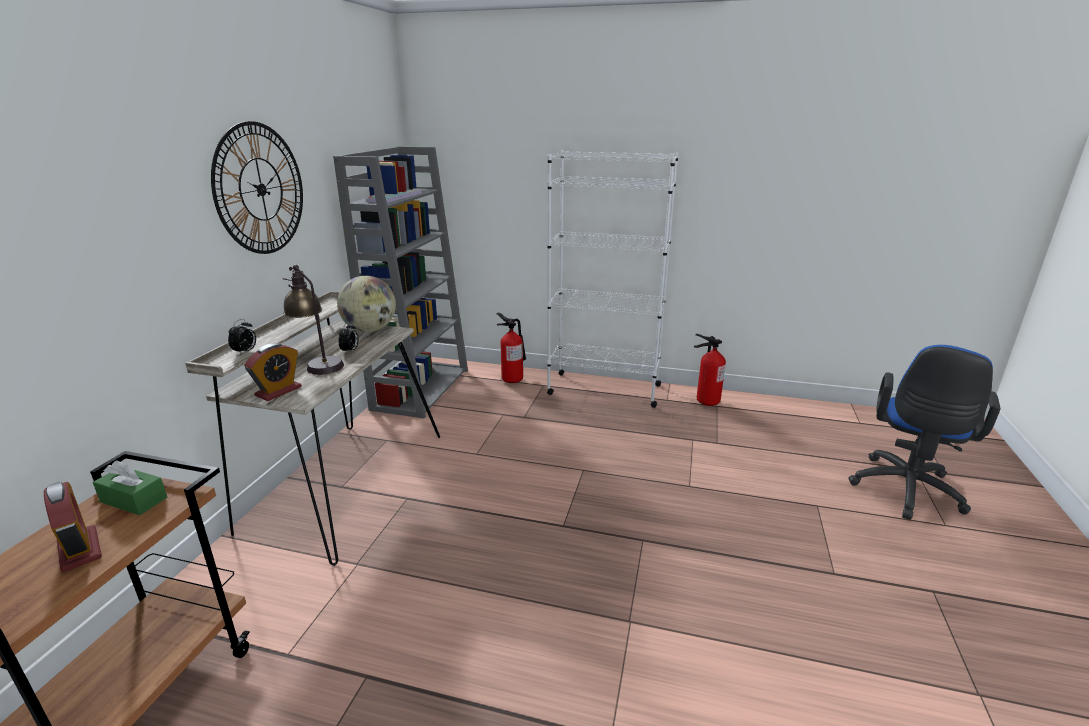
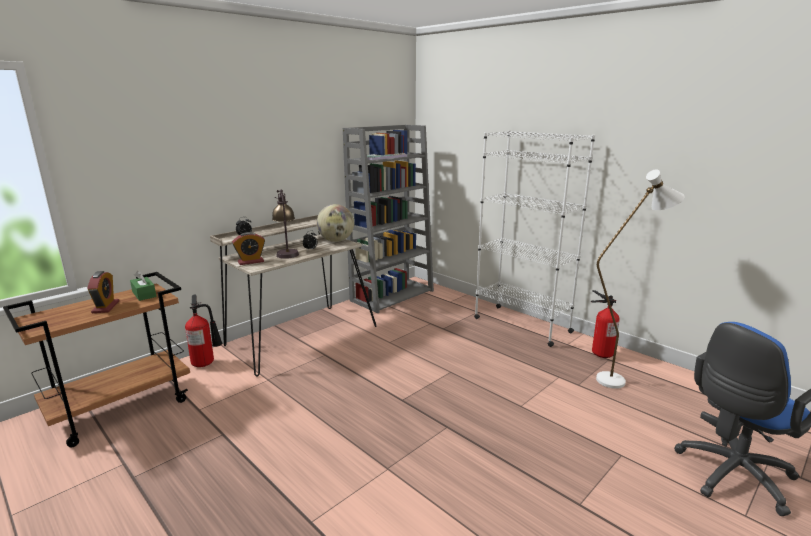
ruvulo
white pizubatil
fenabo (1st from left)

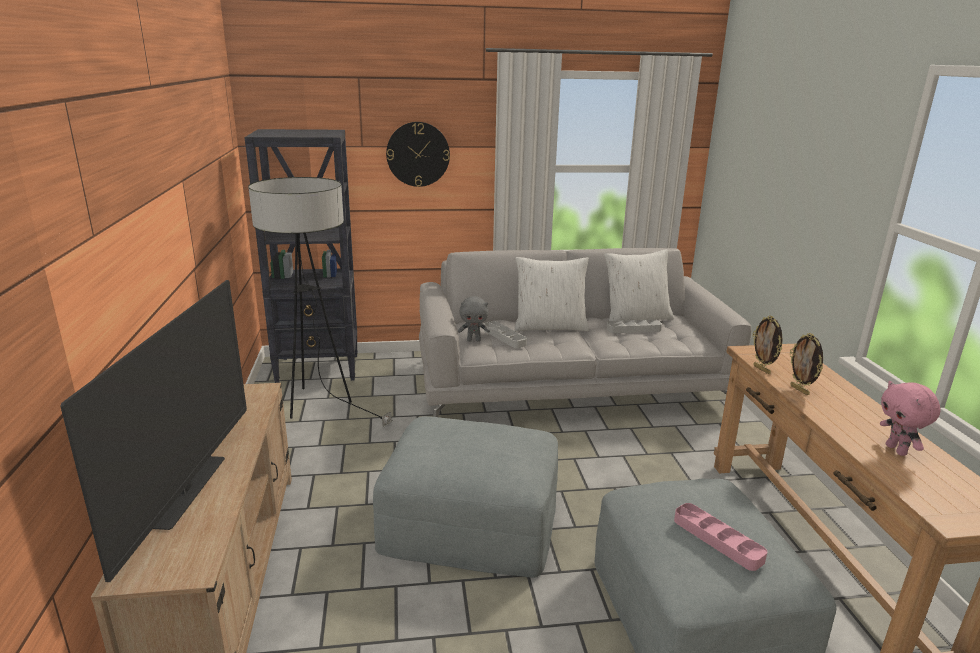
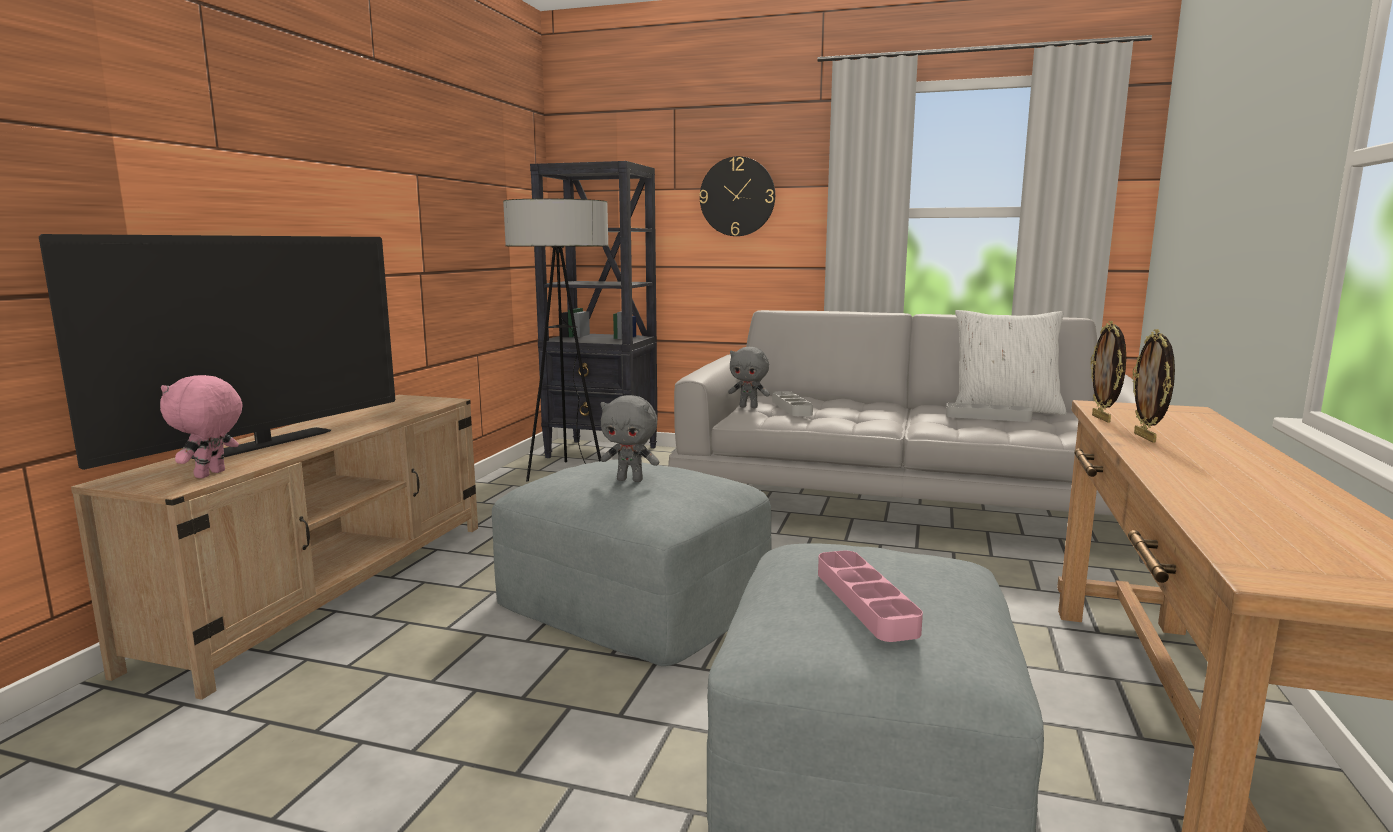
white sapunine (1st from left in the first image)
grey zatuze (1st from left)
pink zatuze

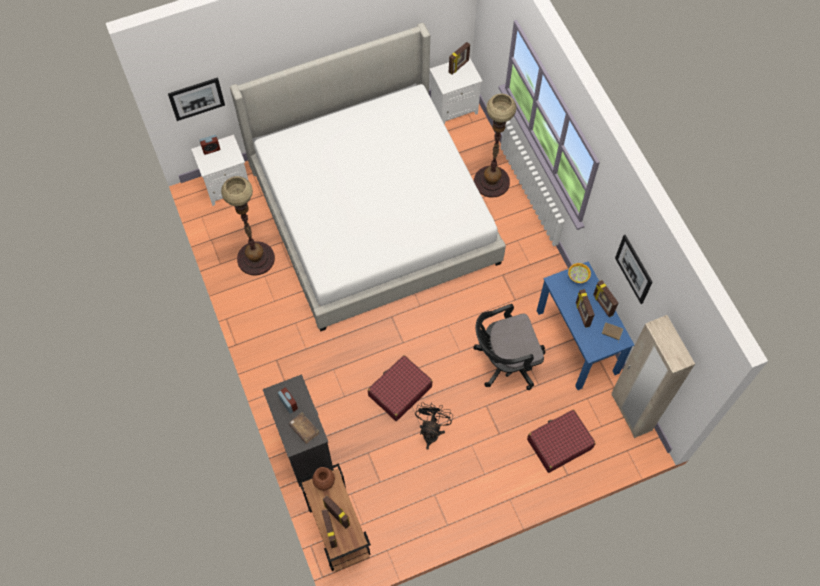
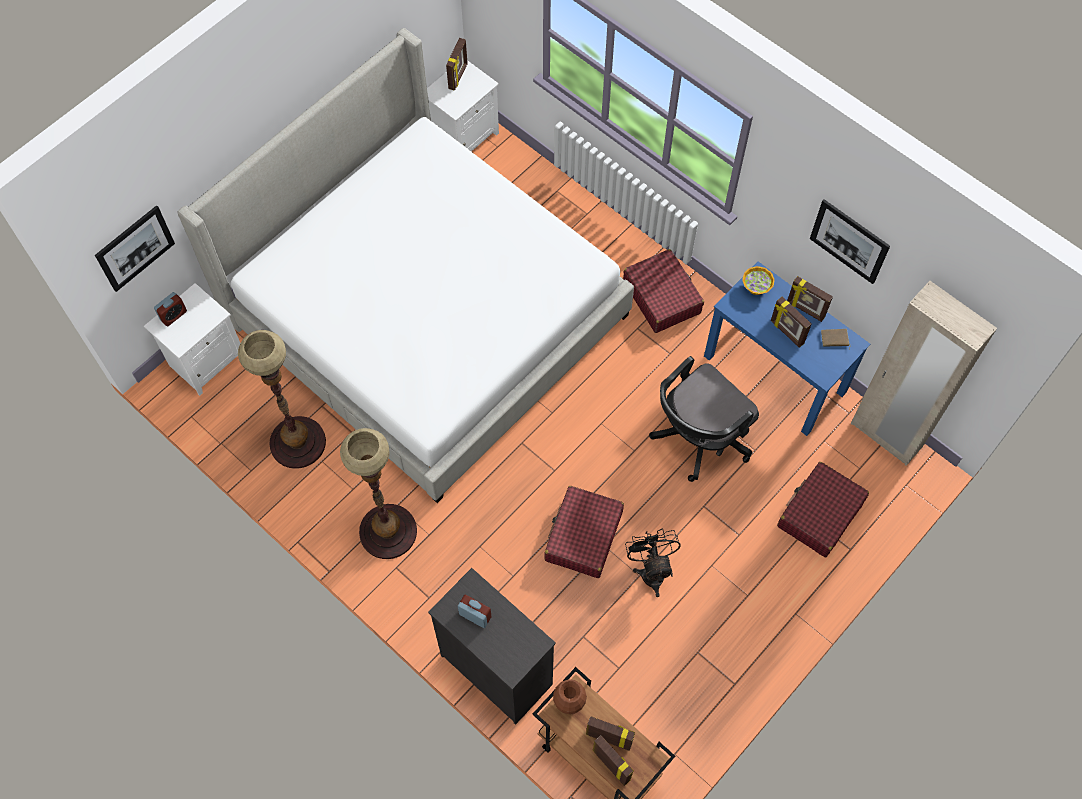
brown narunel (1st from left in the first image)
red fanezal (2nd from left)
pizubatil (2nd from left)

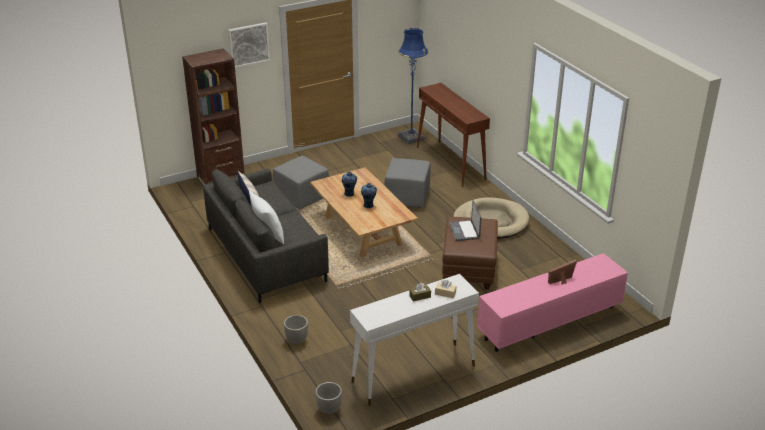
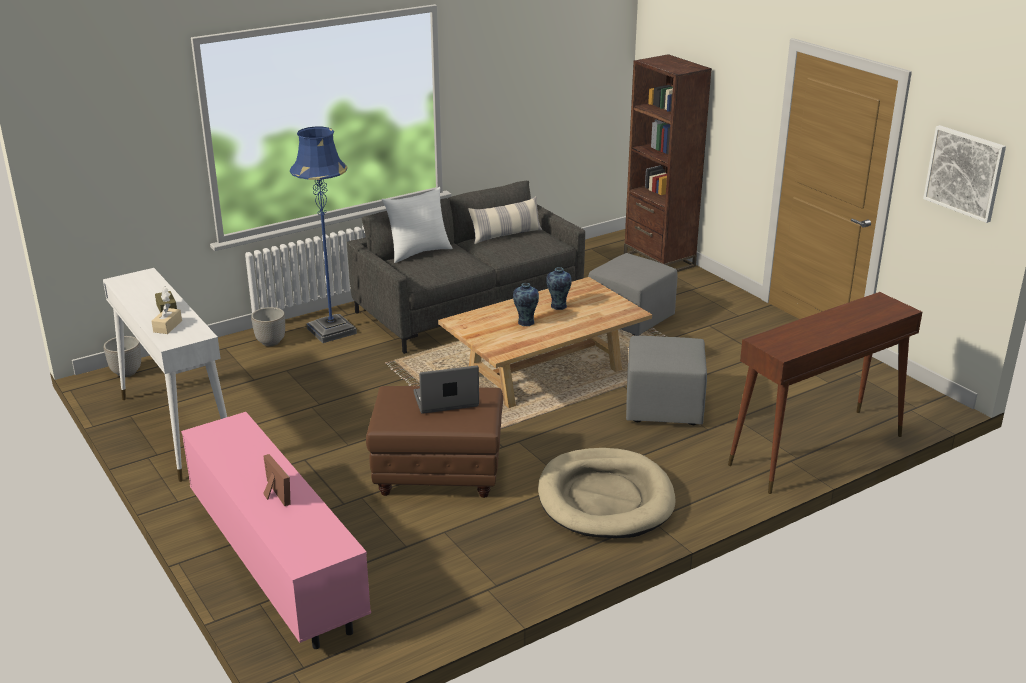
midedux
blue pizubatil

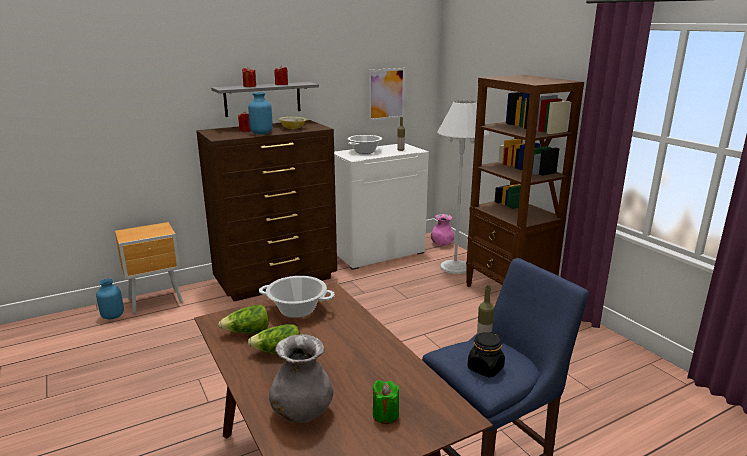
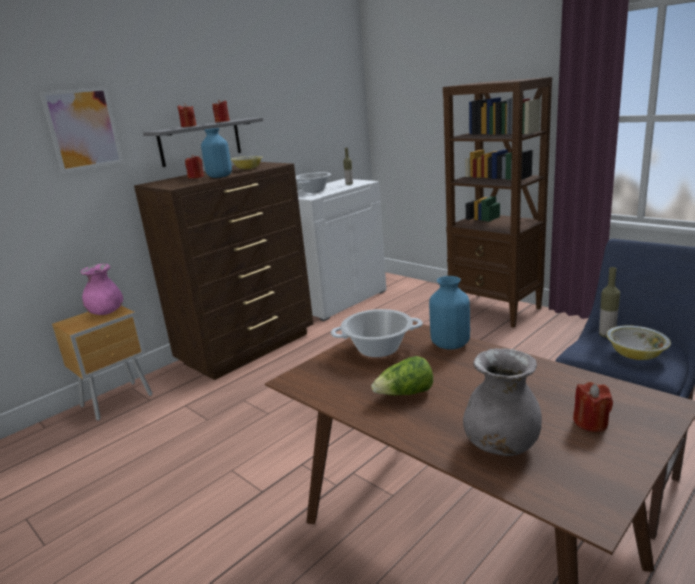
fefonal (1st from left in the first image)
white pizubatil
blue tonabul (2nd from left)
midedux
pink tonabul
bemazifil (2nd from left)
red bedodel (4th from left)

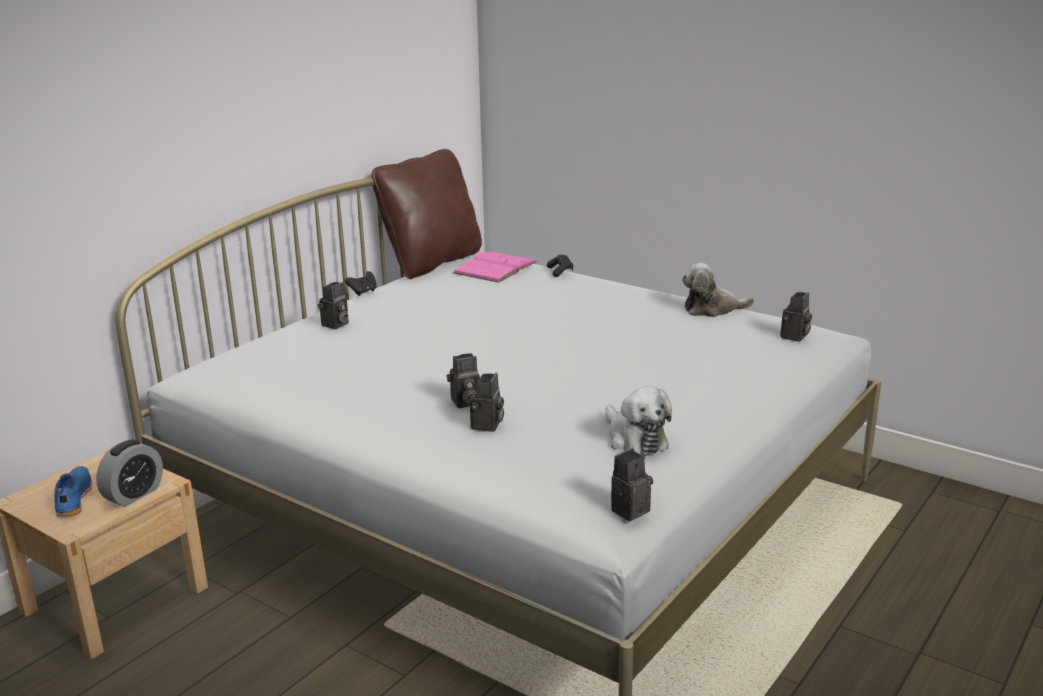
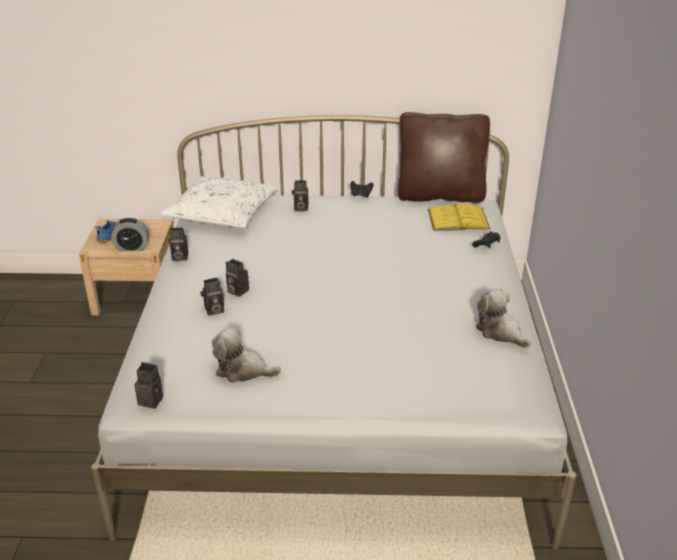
white sapunine
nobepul (2nd from left)
yellow narunel
zatuze (1st from left)

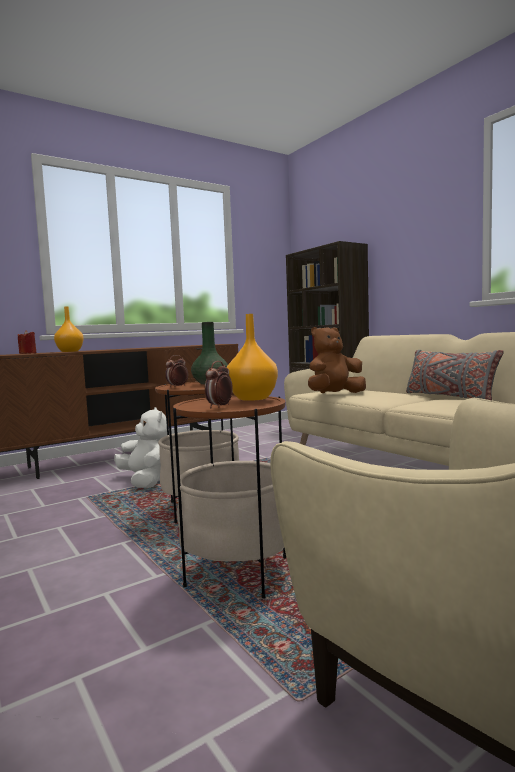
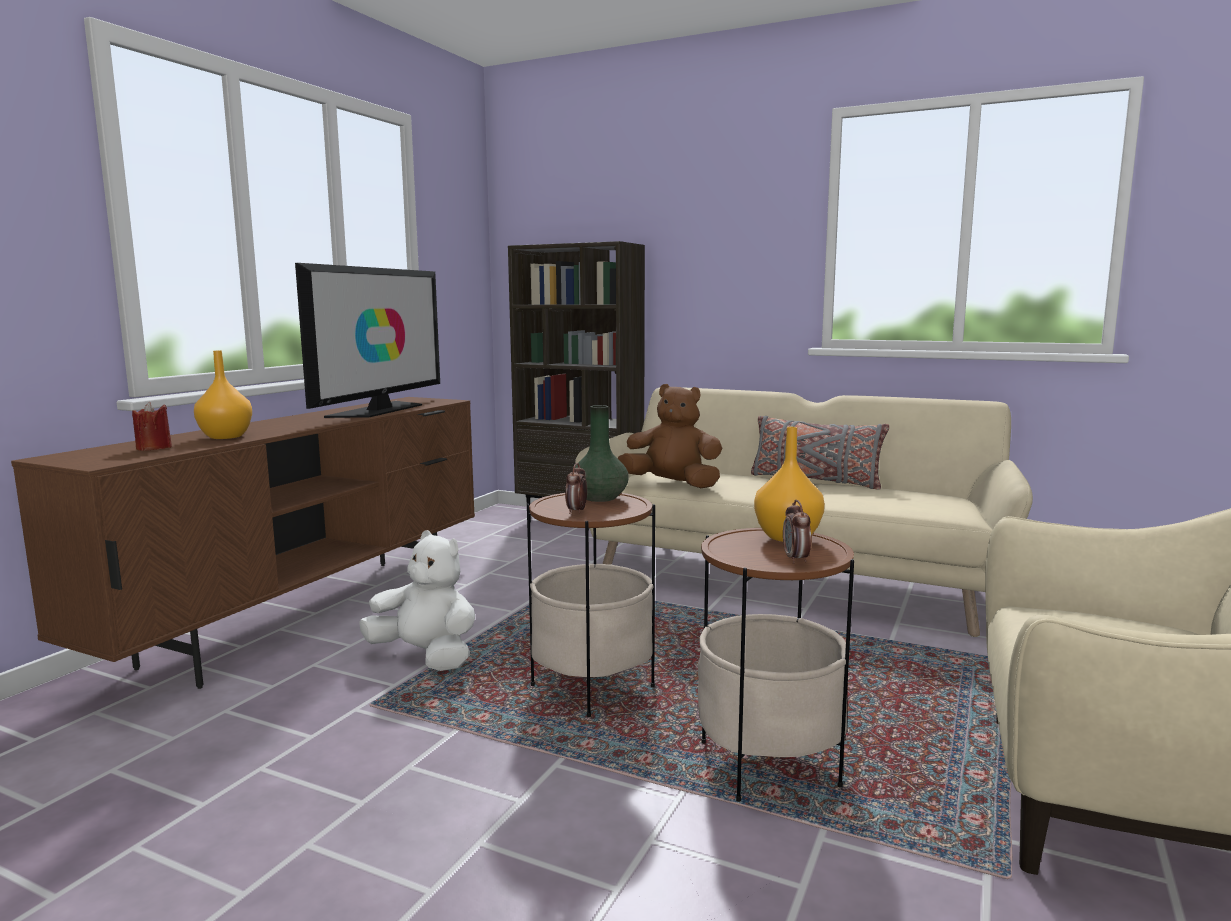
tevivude
brown zatuze

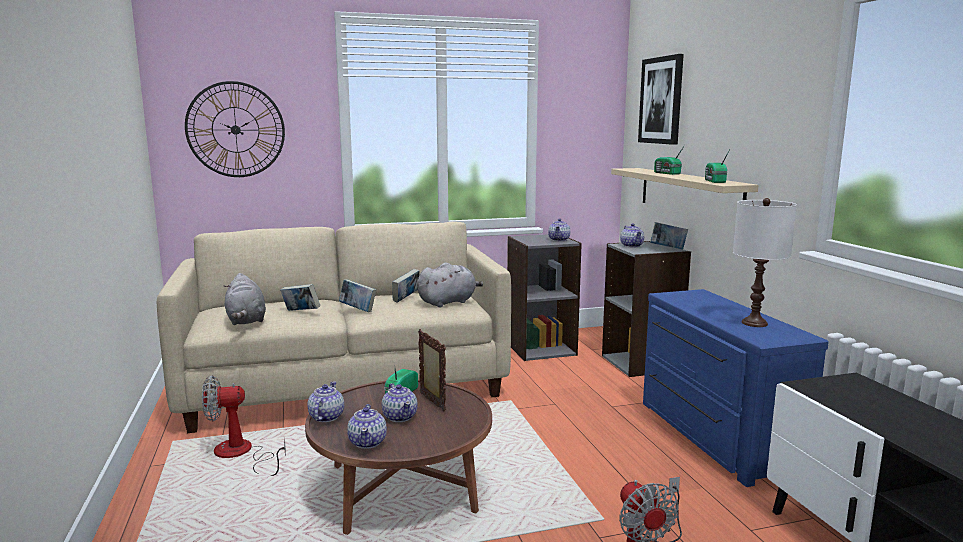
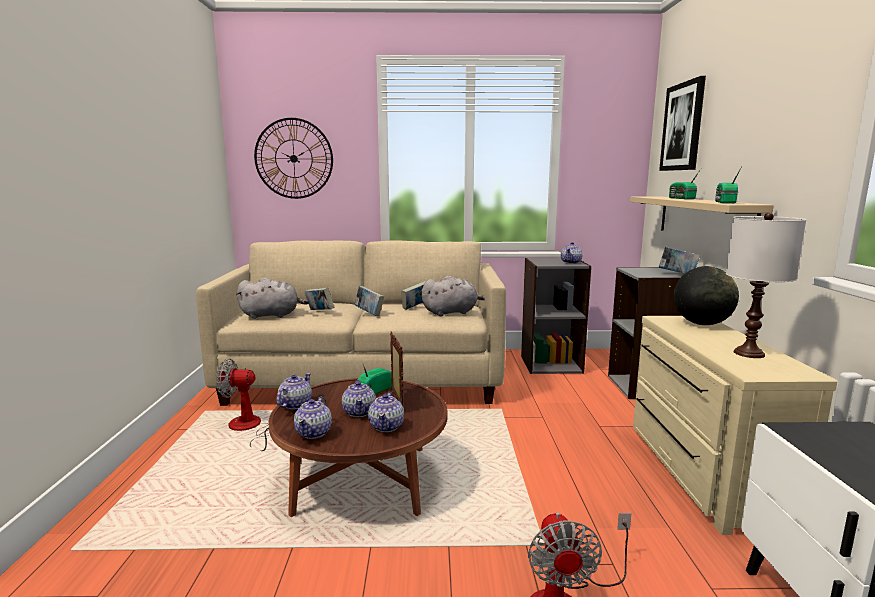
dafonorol
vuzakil (4th from left)
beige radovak
grey zatuze (1st from left)

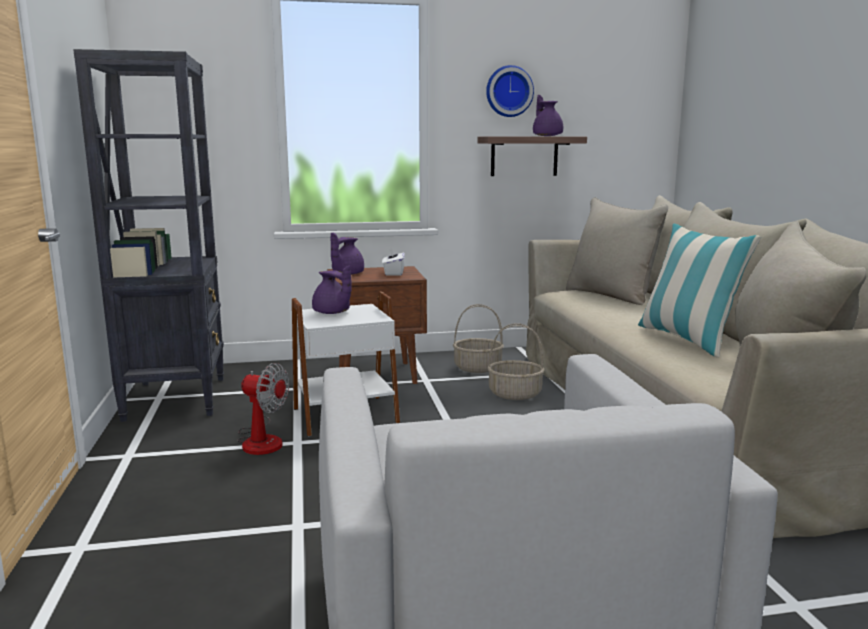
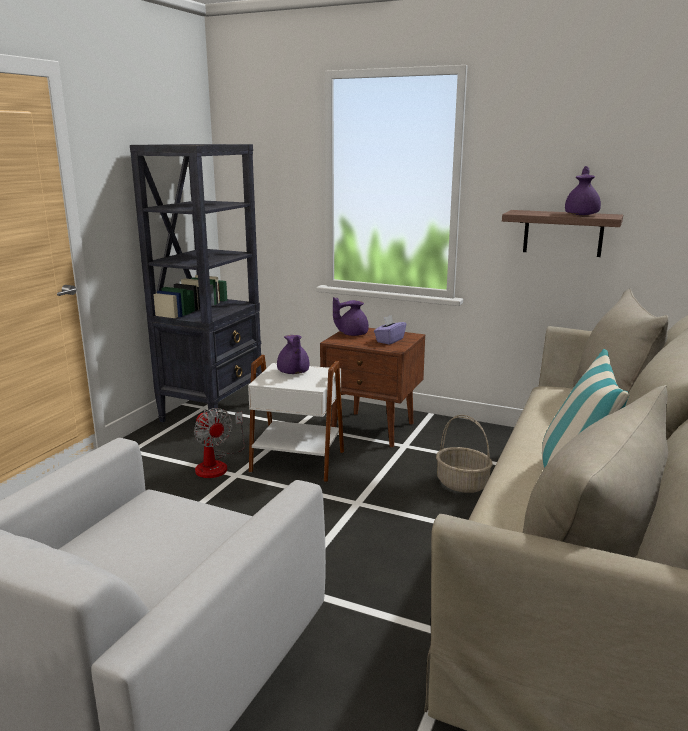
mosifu (1st from left in the first image)
ruvulo
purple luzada

